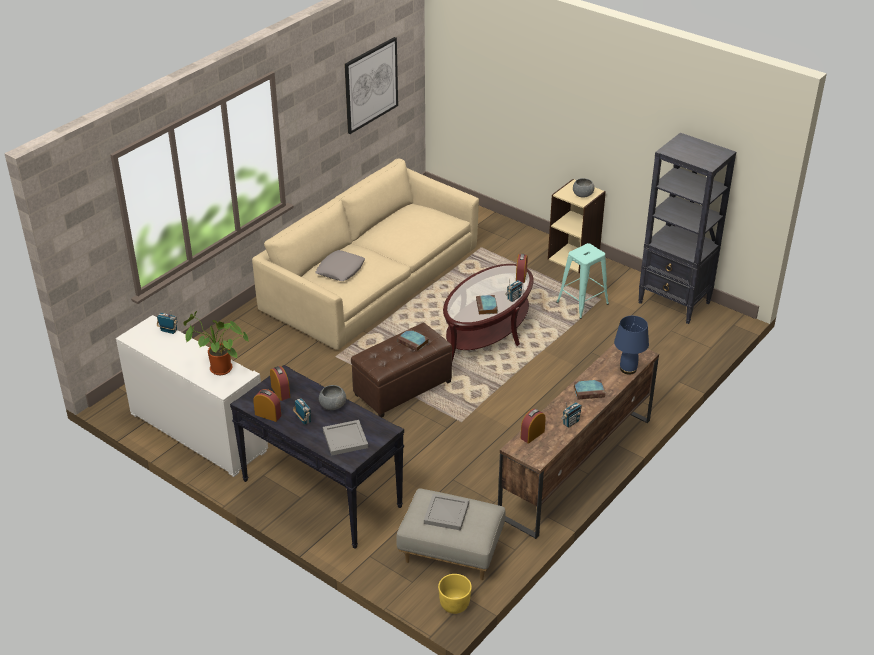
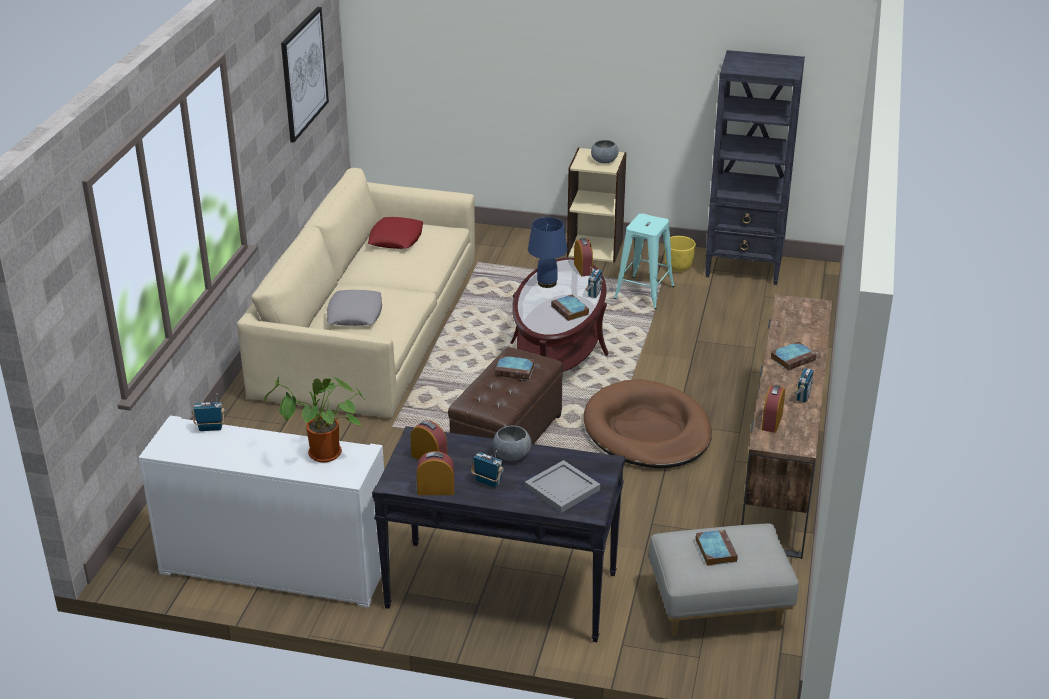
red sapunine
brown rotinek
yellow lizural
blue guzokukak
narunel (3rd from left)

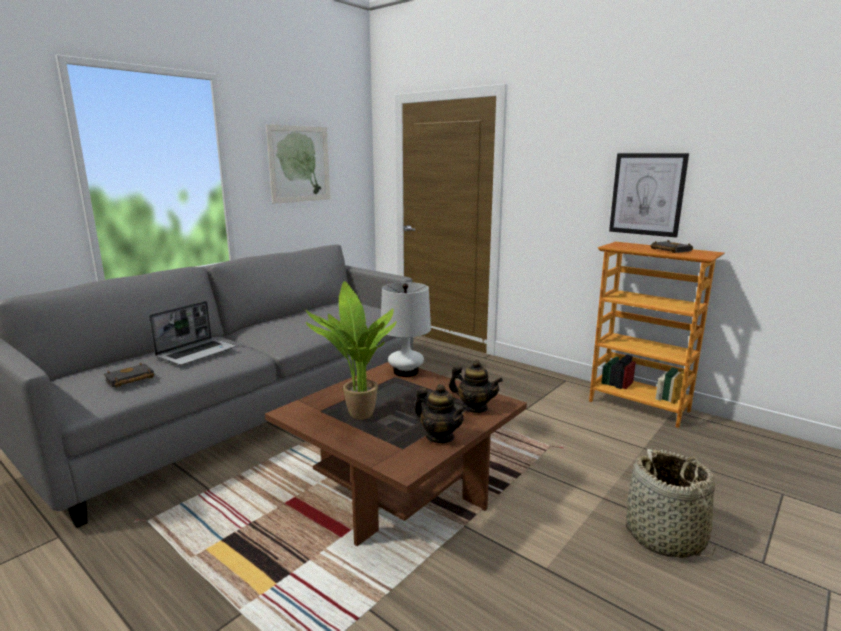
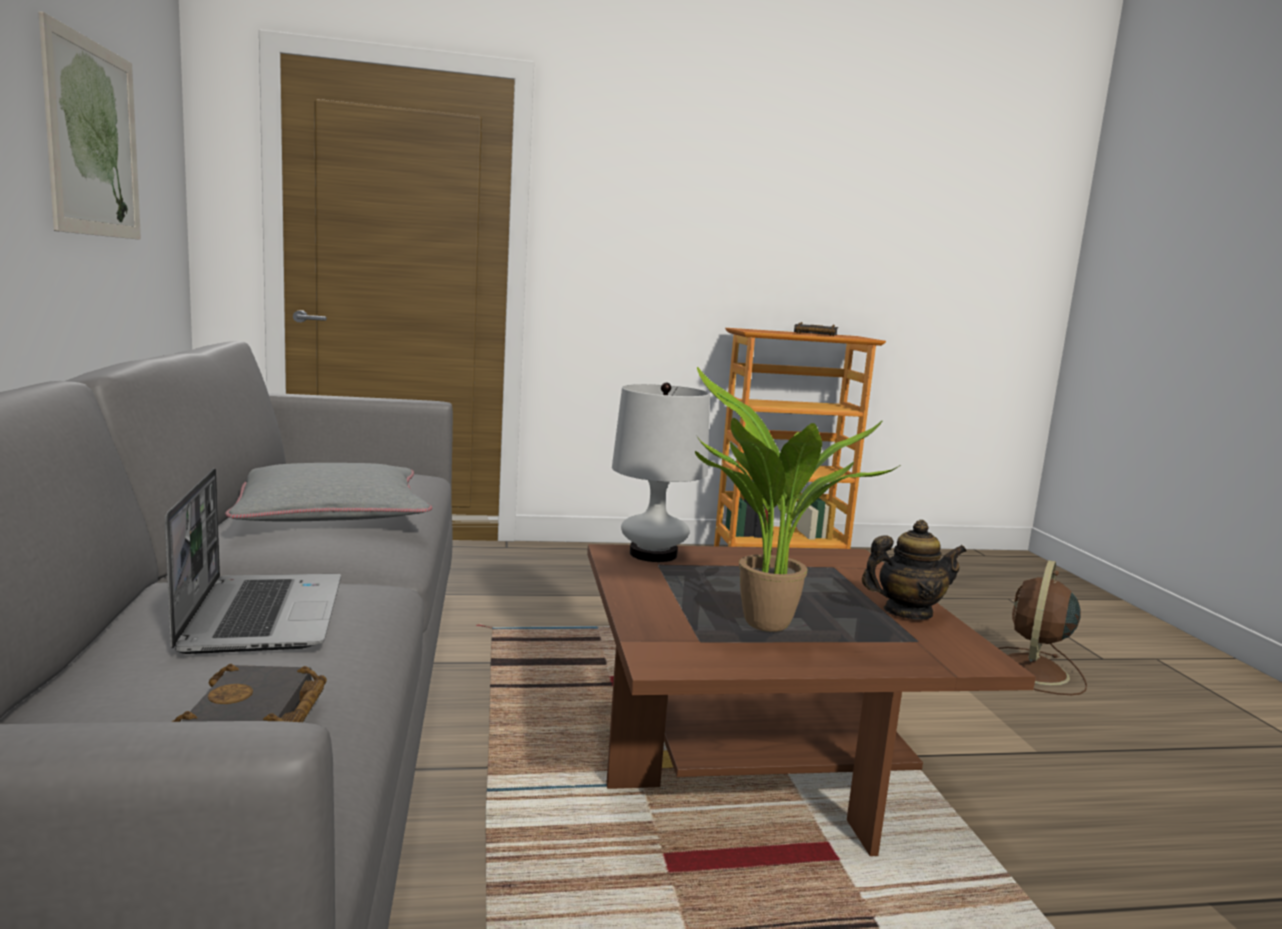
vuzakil (2nd from left in the first image)
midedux (2nd from left in the first image)
grey sapunine
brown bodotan

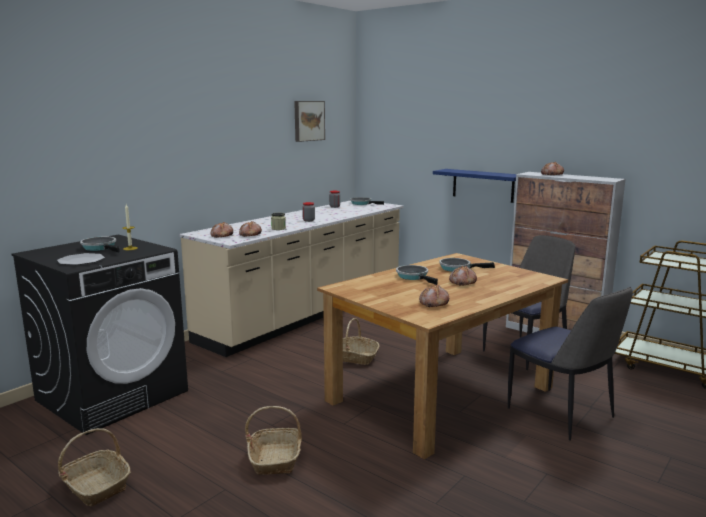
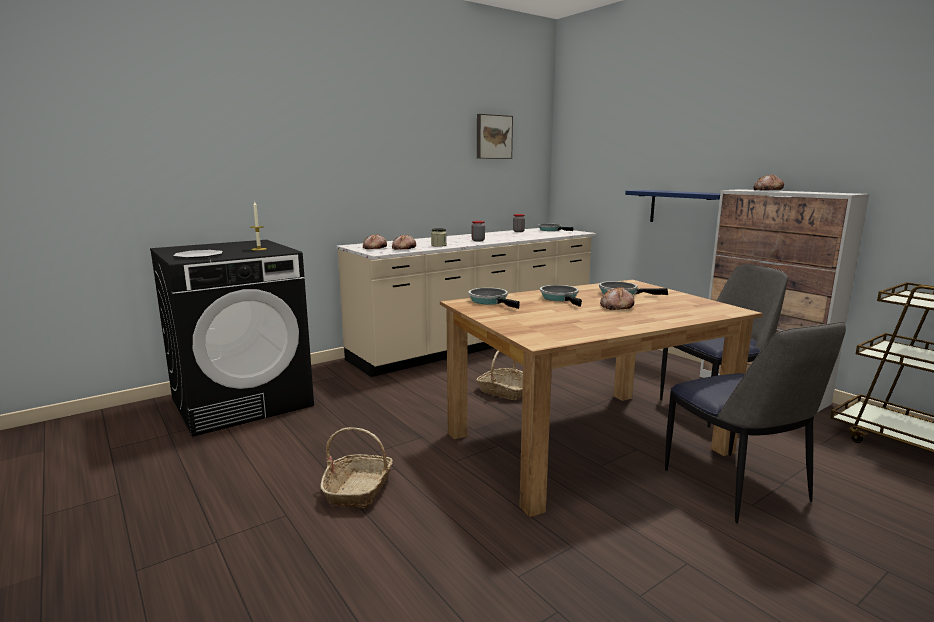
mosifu (1st from left in the first image)
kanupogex (3rd from left in the first image)
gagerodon (1st from left)

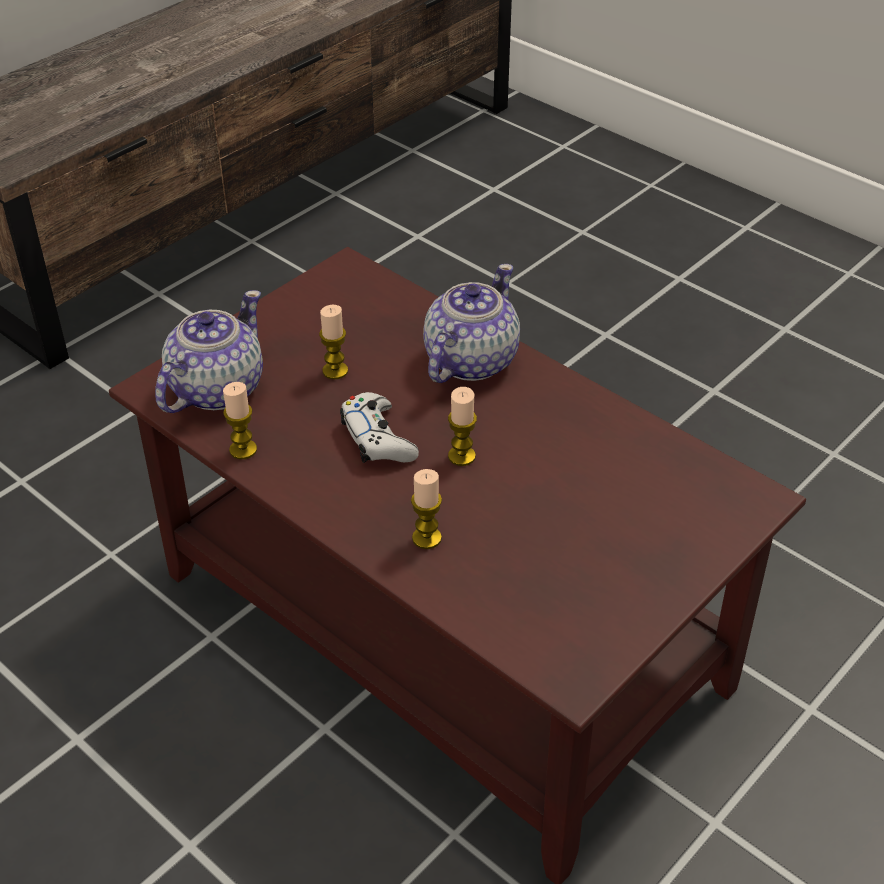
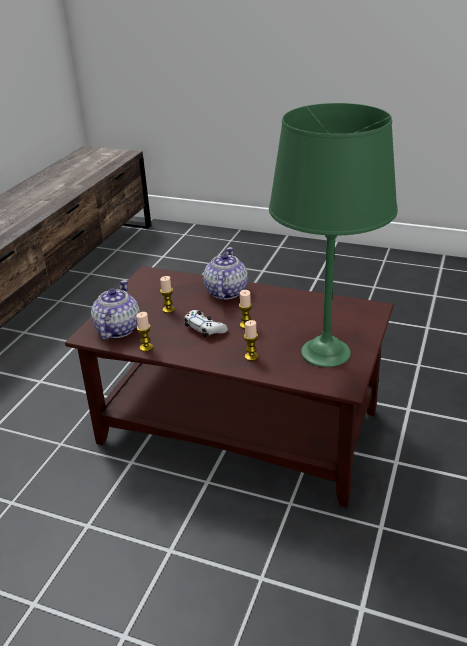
green guzokukak

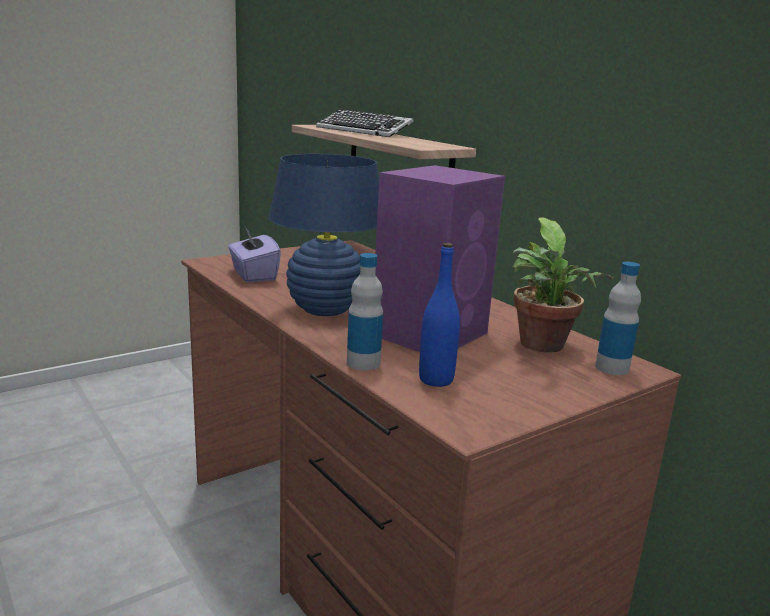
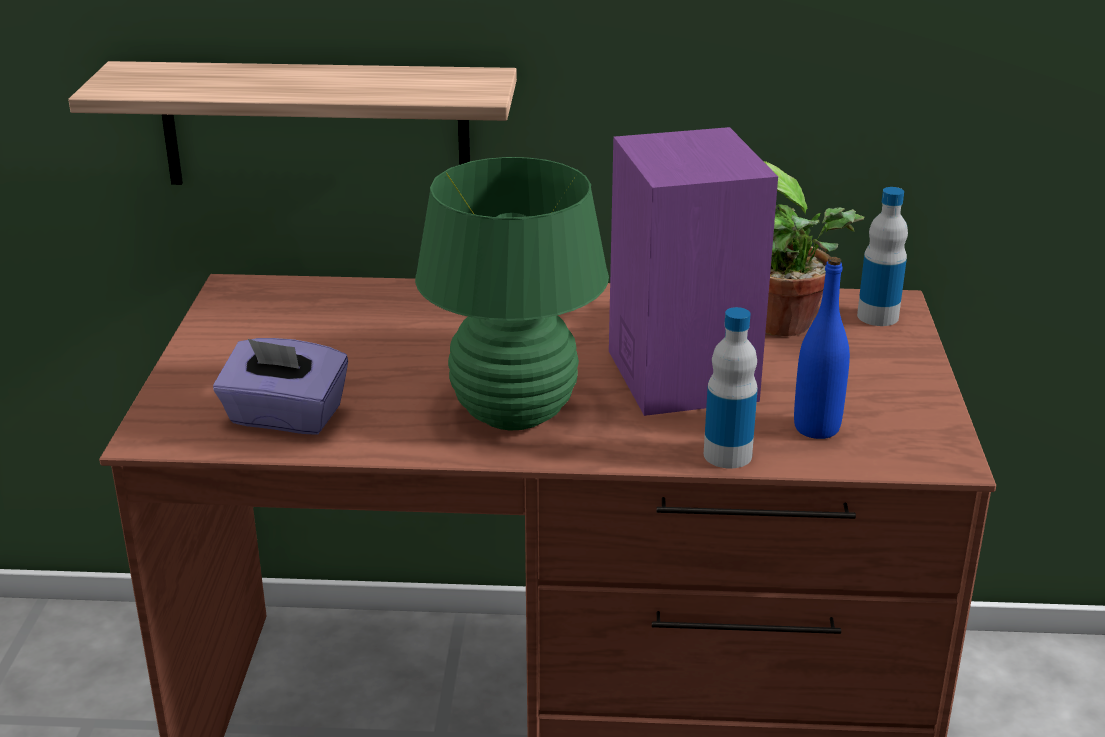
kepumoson
green guzokukak

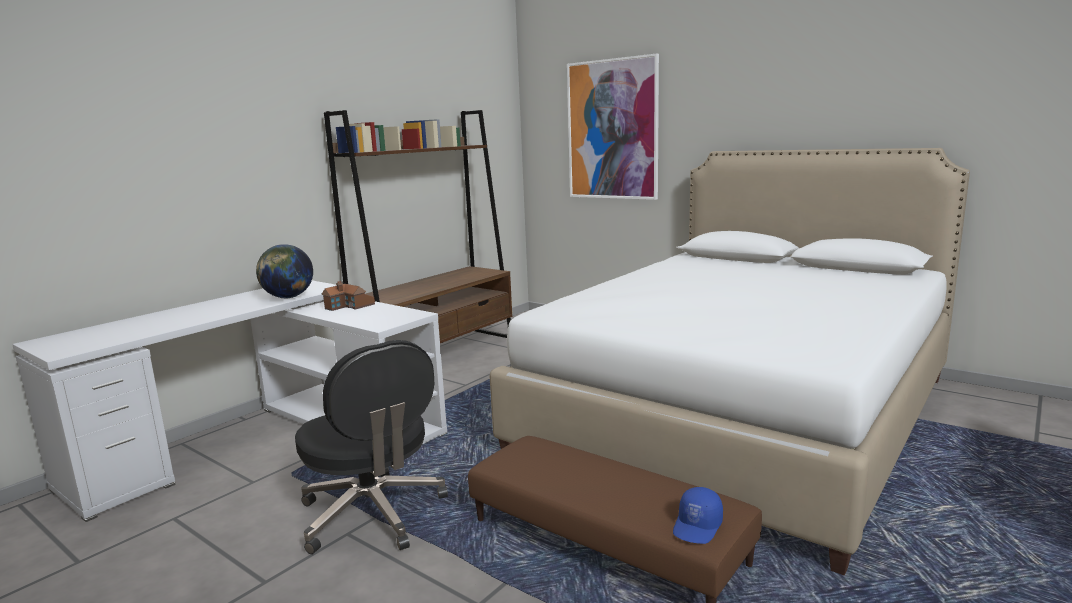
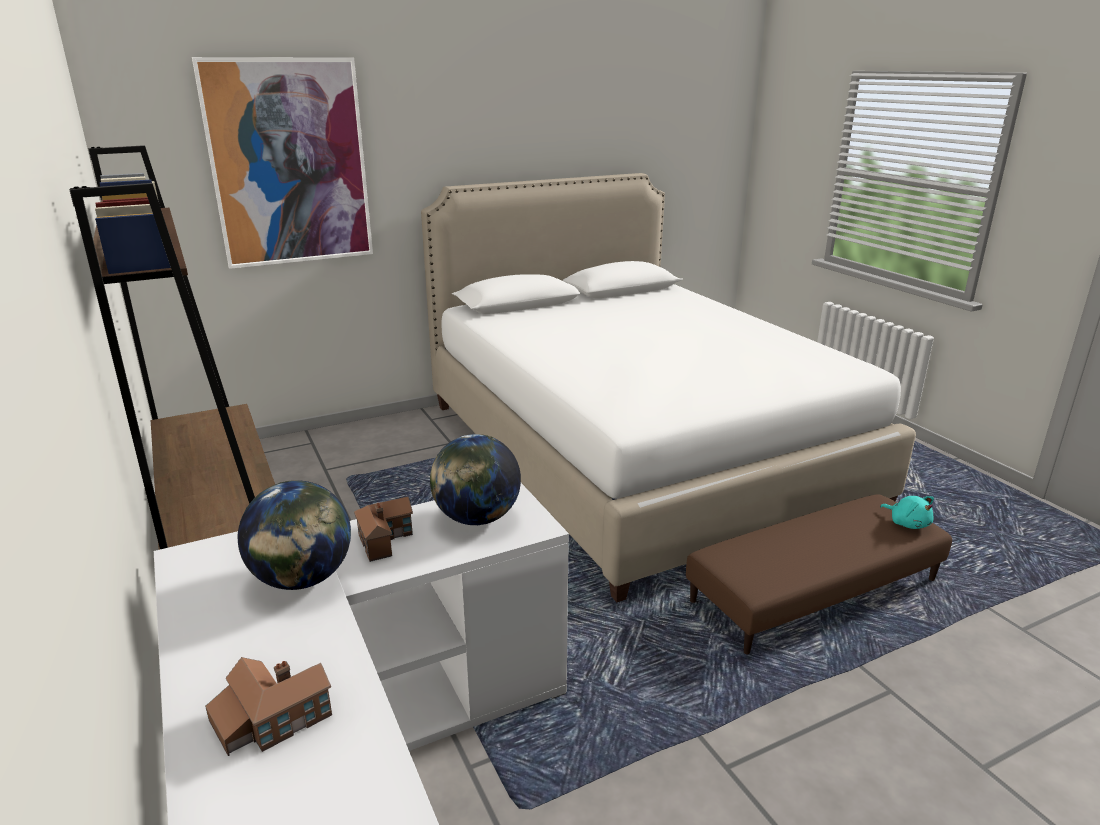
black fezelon
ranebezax (1st from left)
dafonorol (2nd from left)
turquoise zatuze

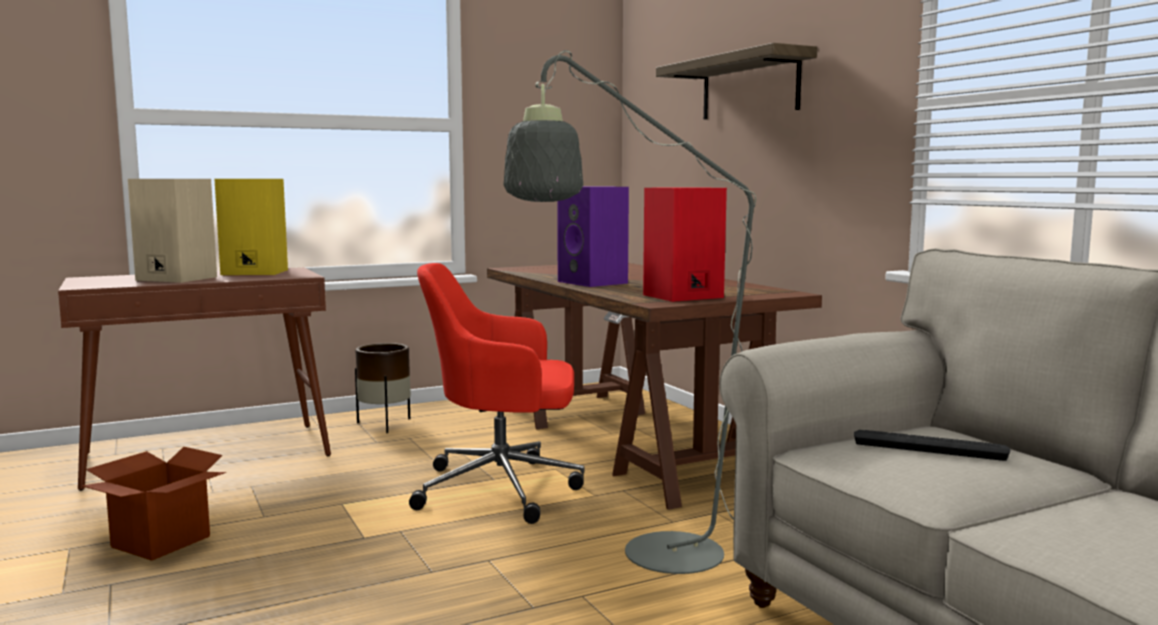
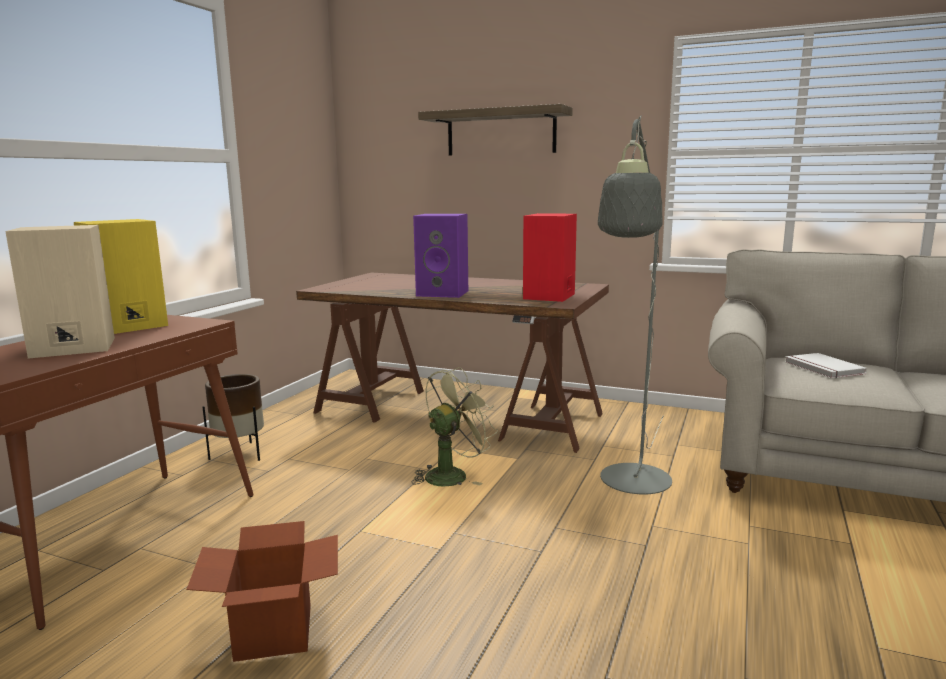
green bodotan
white narunel

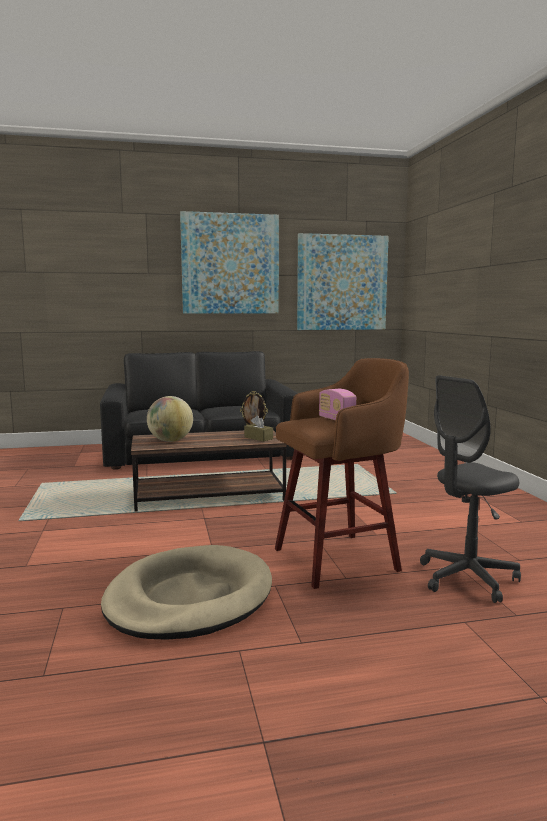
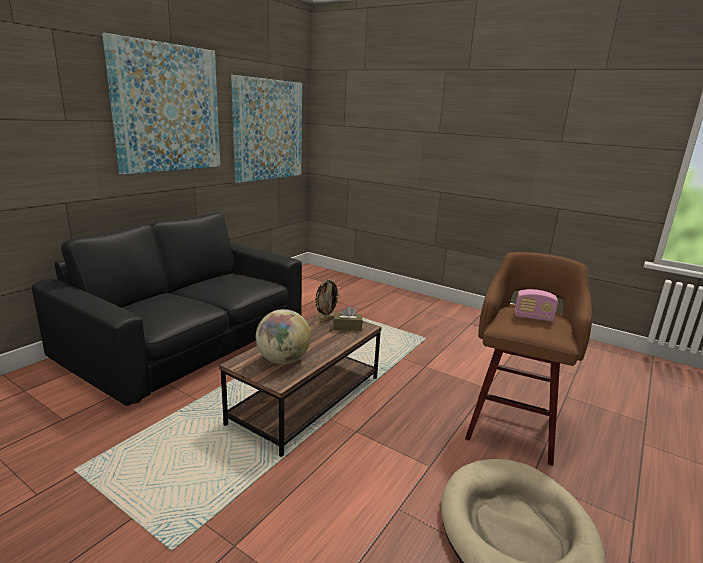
grey fezelon

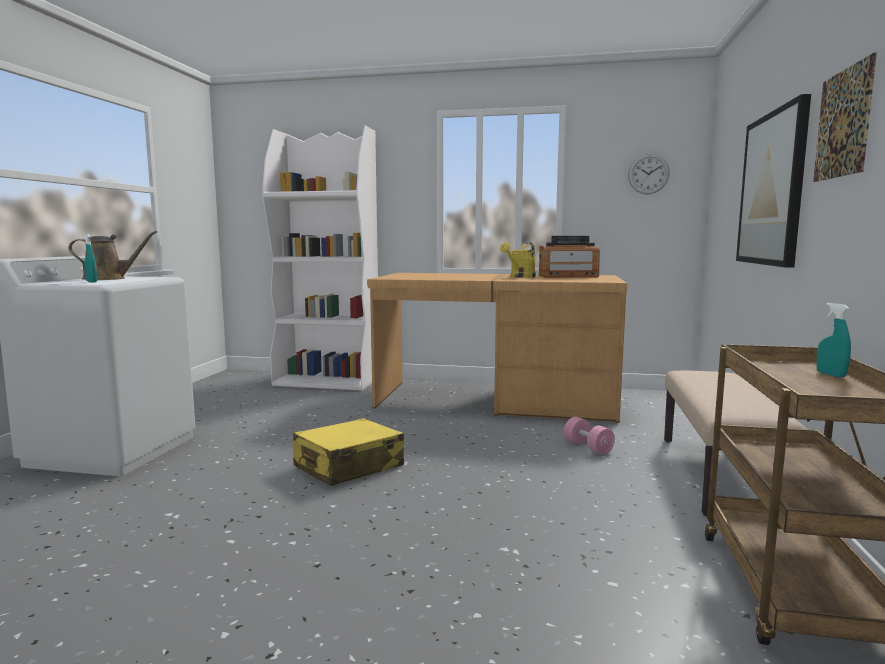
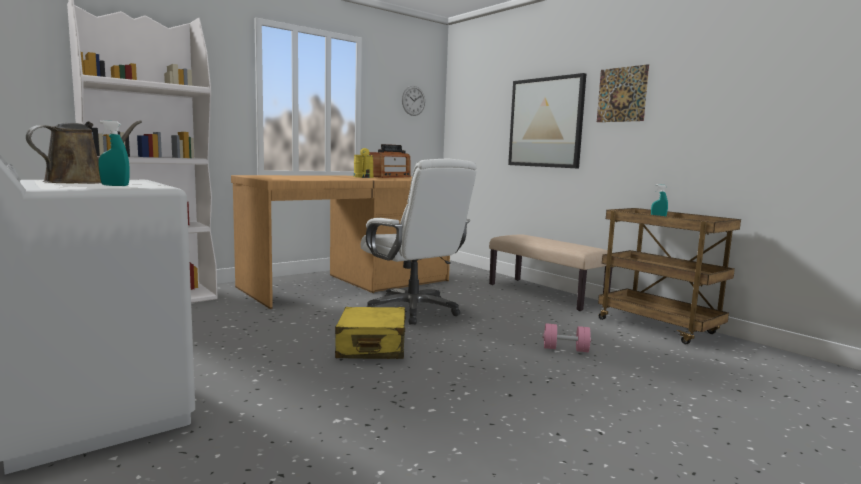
white fezelon
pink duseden

